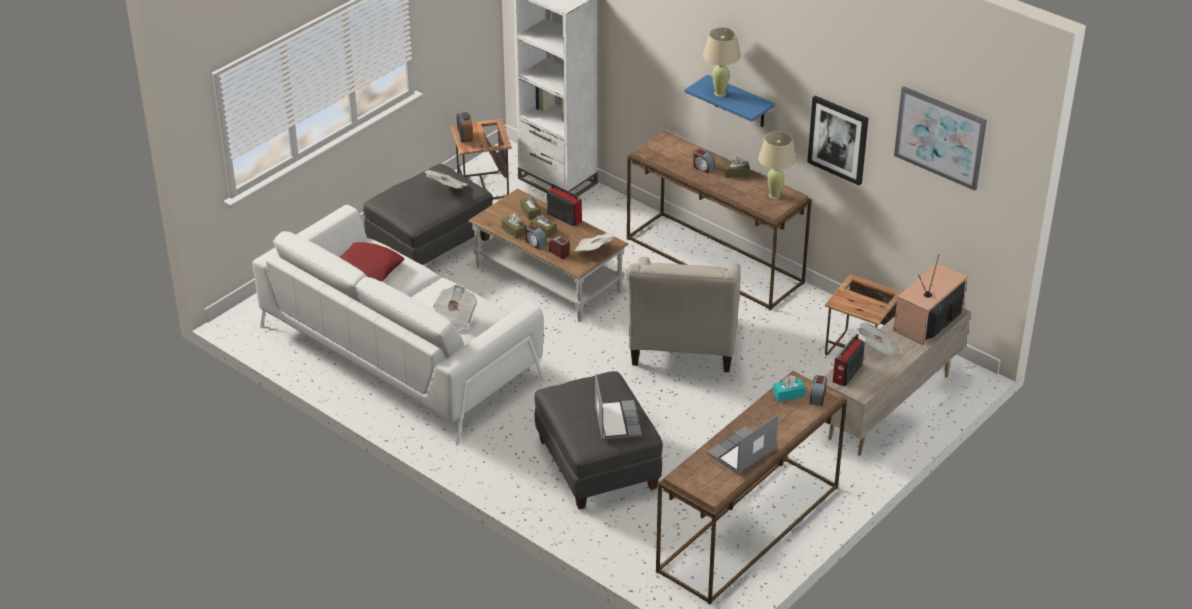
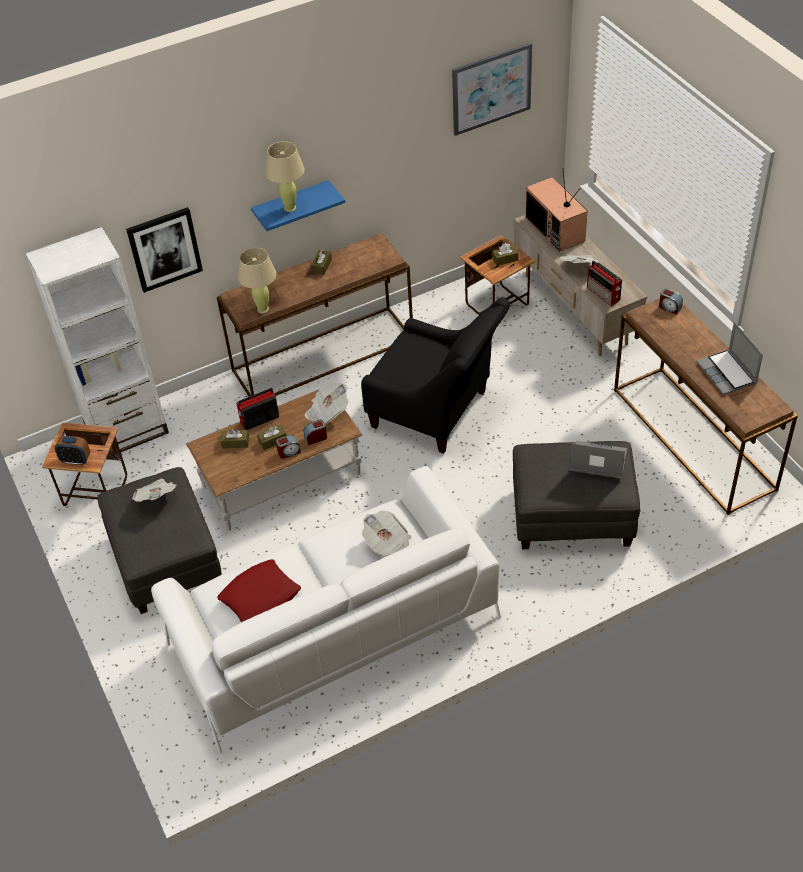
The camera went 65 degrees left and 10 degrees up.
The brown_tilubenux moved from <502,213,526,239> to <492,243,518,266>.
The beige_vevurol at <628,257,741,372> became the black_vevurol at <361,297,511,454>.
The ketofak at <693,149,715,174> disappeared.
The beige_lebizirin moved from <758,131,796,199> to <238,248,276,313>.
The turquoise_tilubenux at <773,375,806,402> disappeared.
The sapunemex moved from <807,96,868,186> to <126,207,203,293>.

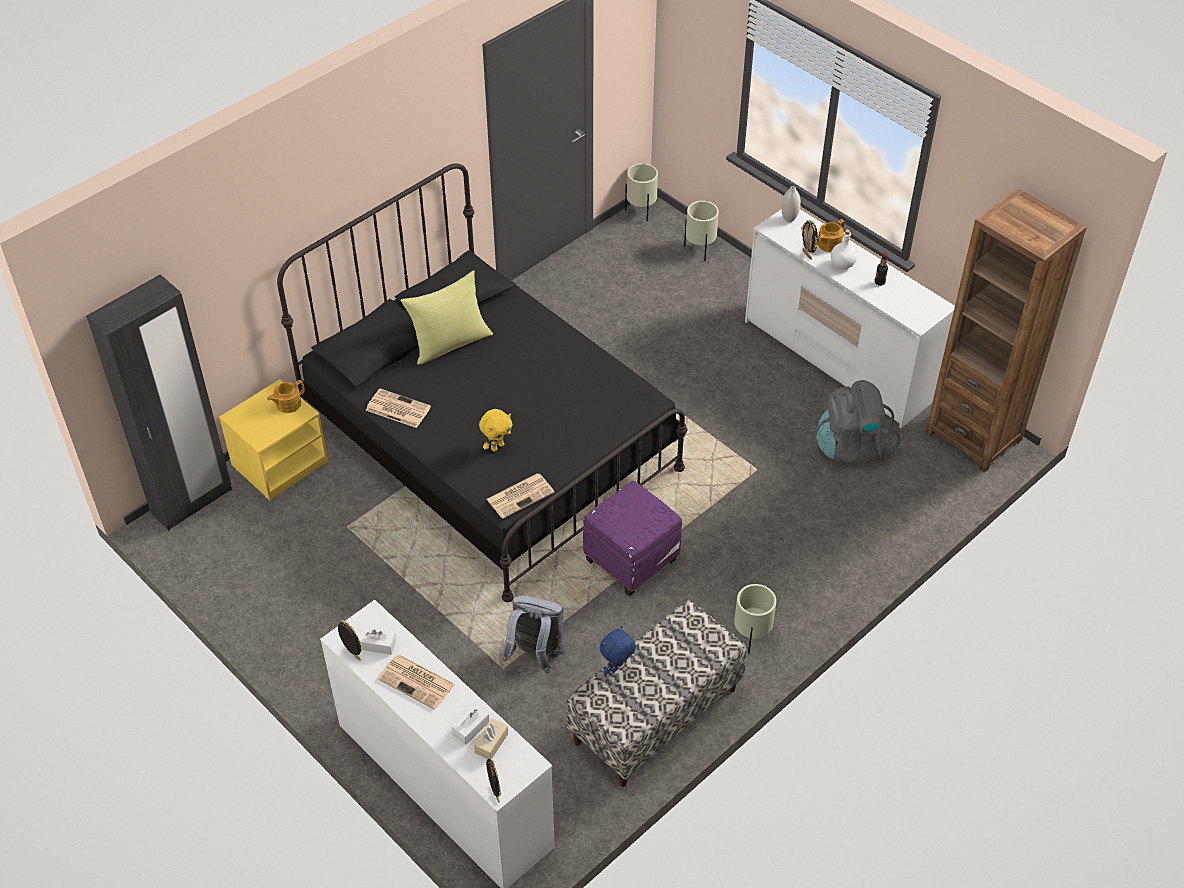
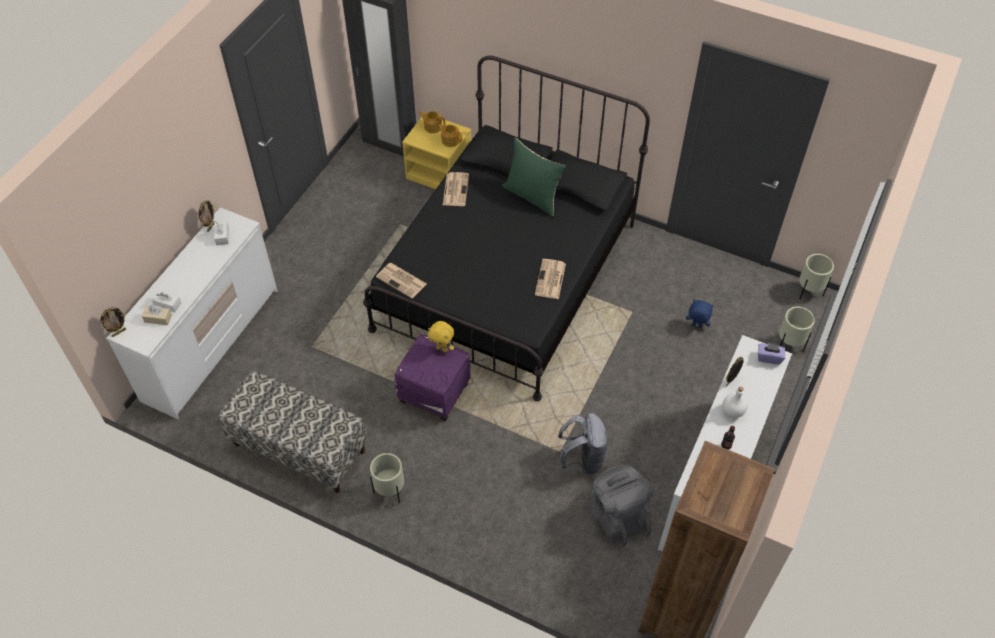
The camera went 70 degrees right and 5 degrees up.
The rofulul moved from <378,655,455,710> to <535,259,566,299>.
The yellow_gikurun at <400,270,493,365> became the green_gikurun at <502,138,566,217>.
The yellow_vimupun moved from <479,409,513,452> to <428,321,454,352>.
The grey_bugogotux moved from <502,596,564,673> to <558,413,608,474>.
The blue_vimupun moved from <600,626,636,674> to <686,299,713,328>.
The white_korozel at <781,186,801,222> was replaced by the purple_tilubenux at <758,343,785,365>.
The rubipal moved from <818,219,845,252> to <419,111,445,134>.

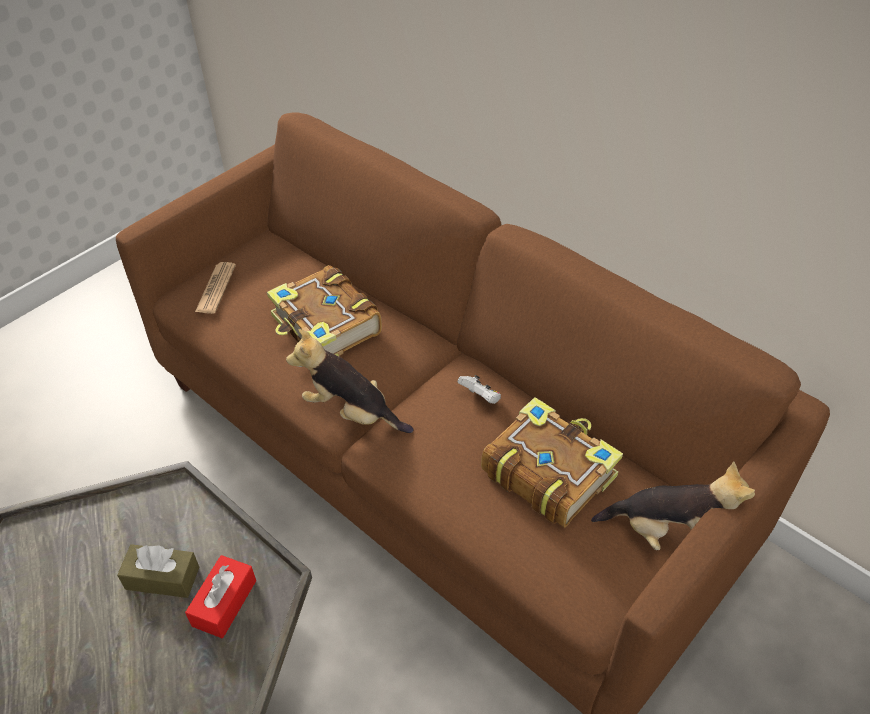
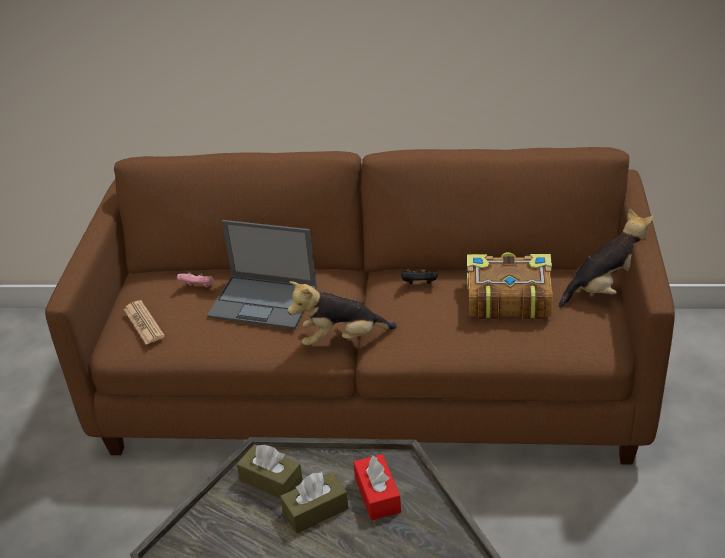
The camera went 35 degrees left and 10 degrees down.
The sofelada at <267,265,382,356> was replaced by the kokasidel at <207,220,317,329>.
The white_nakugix at <458,375,501,404> became the black_nakugix at <401,270,438,284>.
The pink_nakugix at <177,272,214,288> appeared.
The brown_tilubenux at <237,445,303,498> appeared.

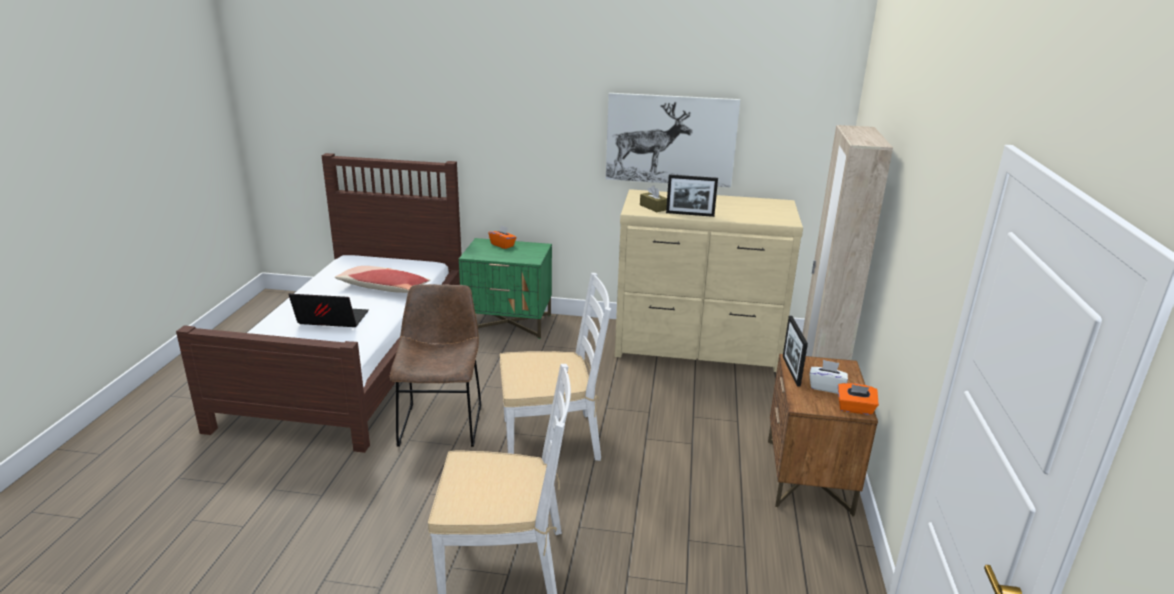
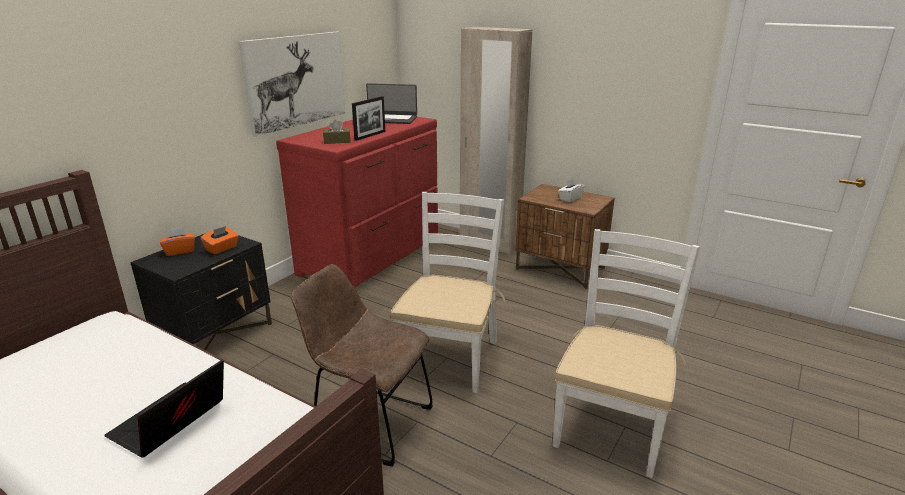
The camera went 65 degrees left and 0 degrees up.
The gikurun at <335,266,430,293> disappeared.
The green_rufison at <459,238,552,339> became the black_rufison at <130,234,272,351>.
The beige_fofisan at <615,189,803,372> became the red_fofisan at <276,117,438,286>.
The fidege at <783,316,808,387> disappeared.
The orange_tilubenux moved from <838,383,879,415> to <200,226,239,254>.
The kokasidel at <366,83,417,124> appeared.

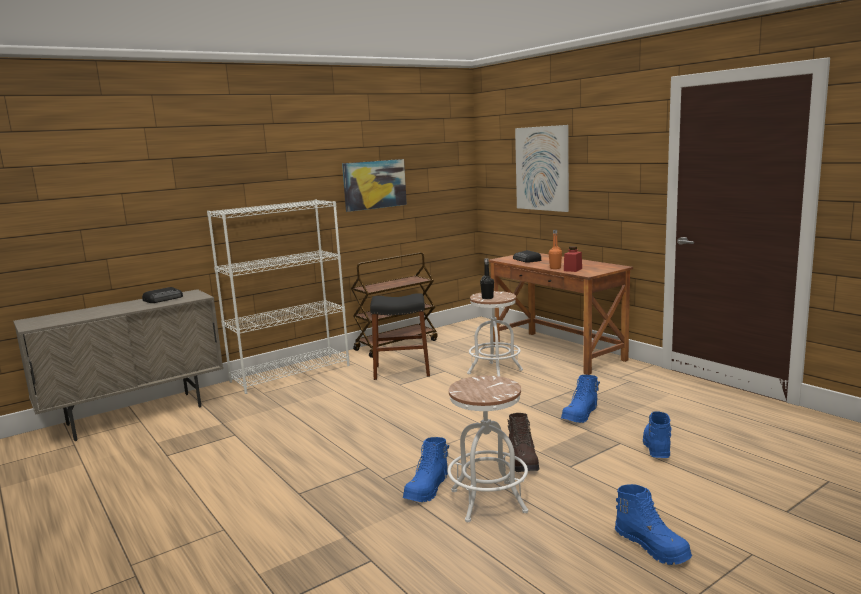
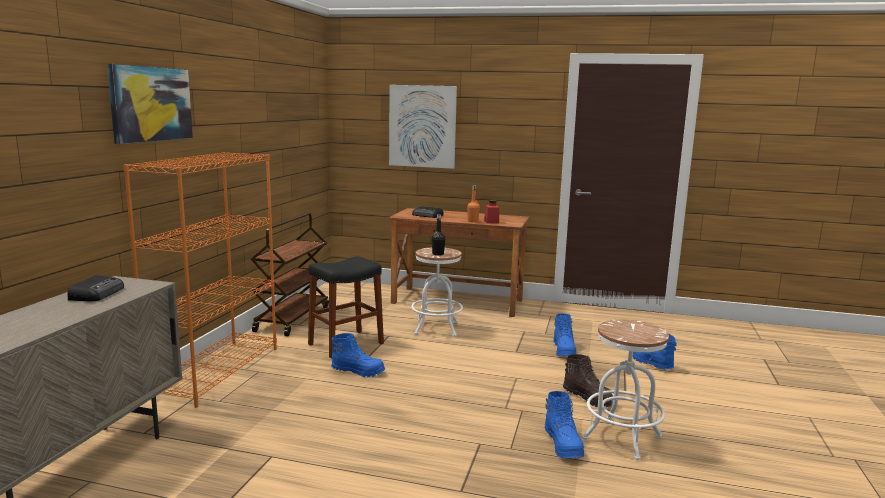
The camera went 40 degrees left and 0 degrees up.
The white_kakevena at <207,200,350,394> became the orange_kakevena at <123,152,277,408>.
The sapunemex moved from <342,159,407,212> to <107,64,193,144>.
The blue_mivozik moved from <615,484,692,565> to <331,333,385,377>.

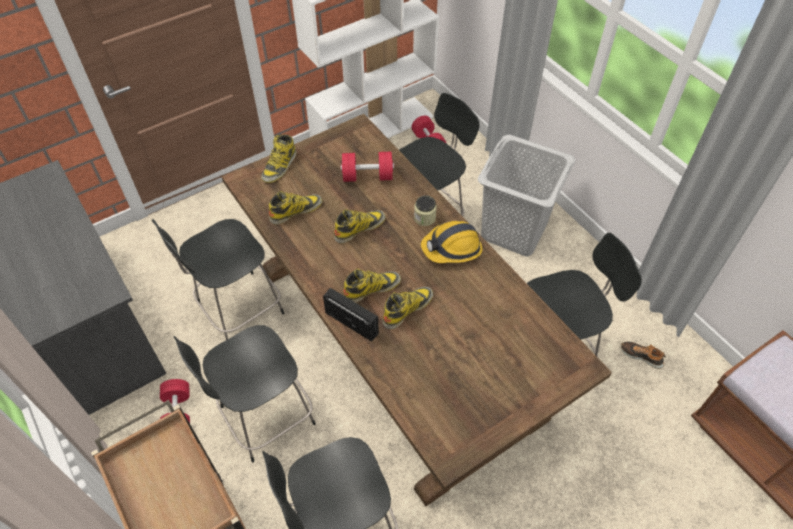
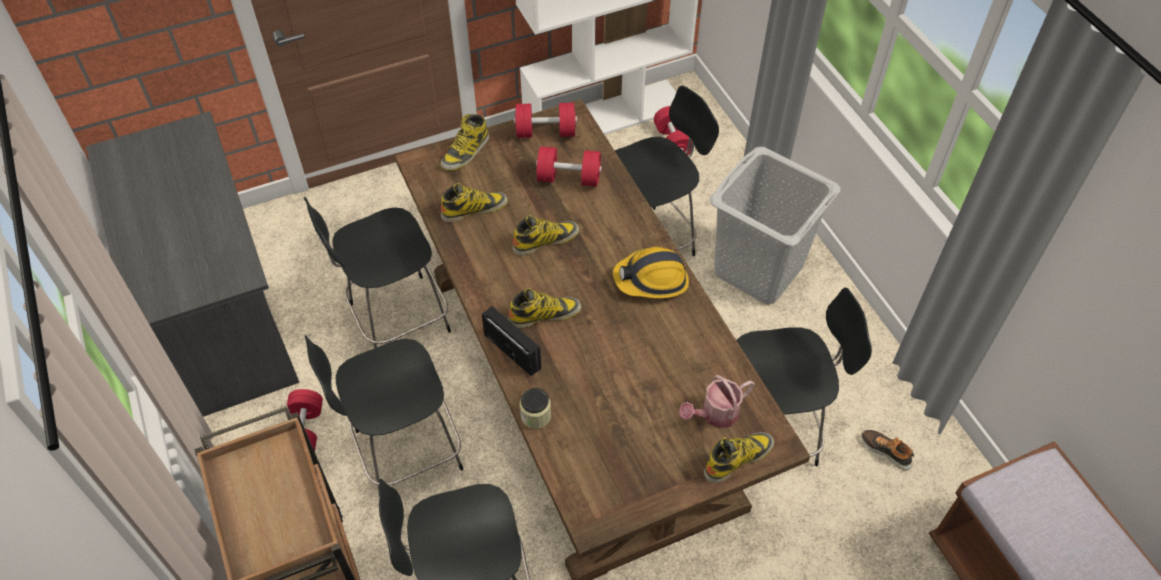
The camera went 10 degrees right and 0 degrees up.
The mivozik moved from <382,287,433,329> to <704,432,774,483>.
The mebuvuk moved from <414,195,437,226> to <520,388,551,429>.
The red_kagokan at <514,103,577,138> appeared.
The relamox at <679,375,755,428> appeared.

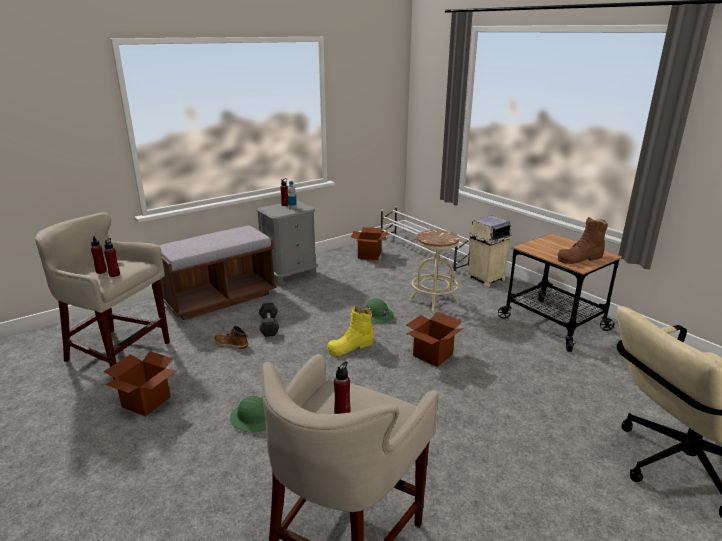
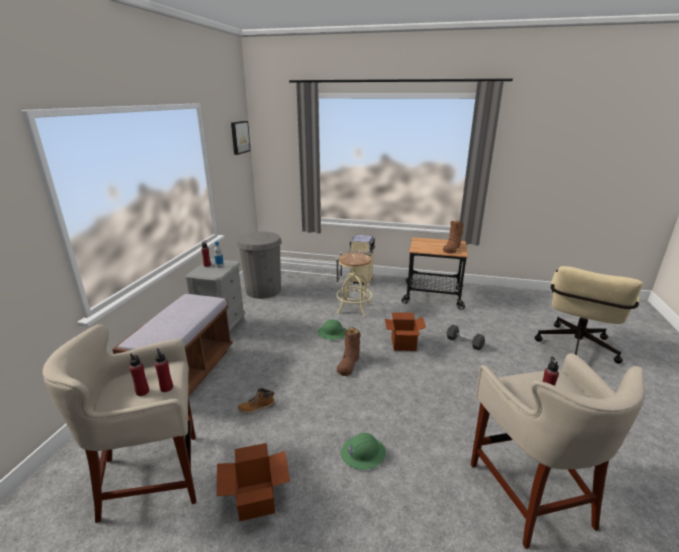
The camera went 40 degrees left and 0 degrees up.
The black_kagokan moved from <259,303,279,337> to <446,324,485,350>.
The yellow_mivozik at <327,307,374,356> became the brown_mivozik at <337,327,361,376>.
The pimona at <351,227,388,260> was replaced by the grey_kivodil at <237,232,282,299>.
The sapunemex at <231,121,251,155> appeared.

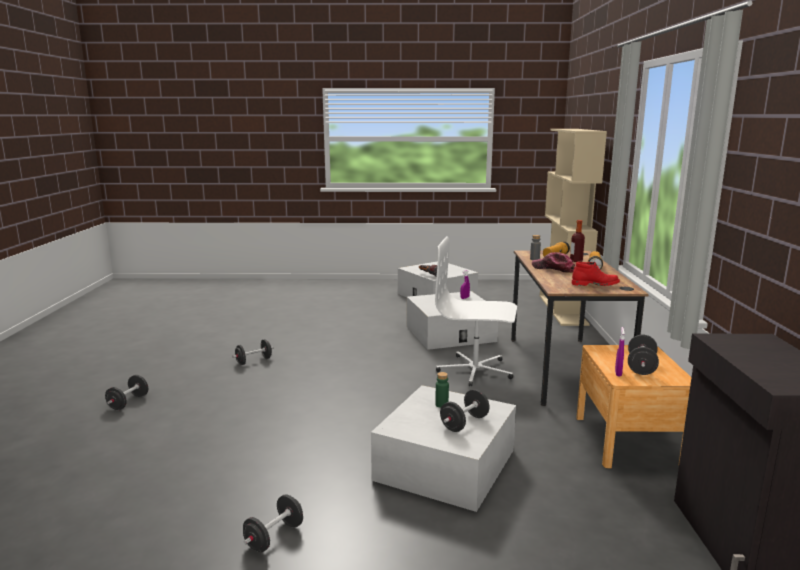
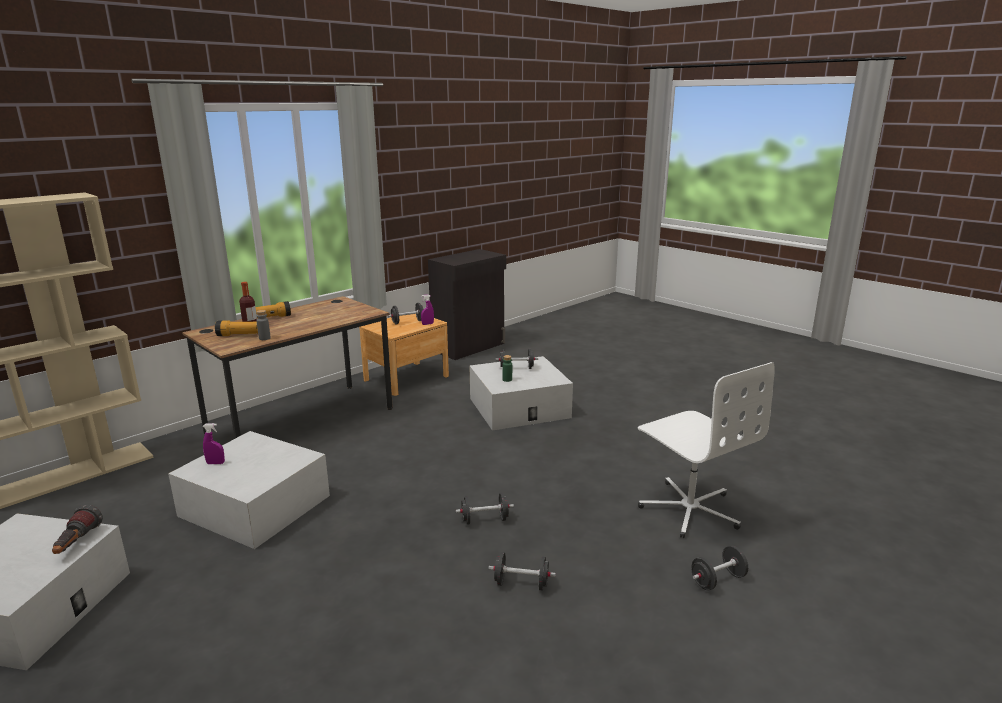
The camera went 135 degrees left and 5 degrees up.
The black_kagokan moved from <243,494,303,552> to <456,493,514,525>.
The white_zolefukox moved from <435,237,517,387> to <638,362,775,538>.
The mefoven at <532,252,575,273> disappeared.
The red_mivozik at <572,262,620,286> disappeared.

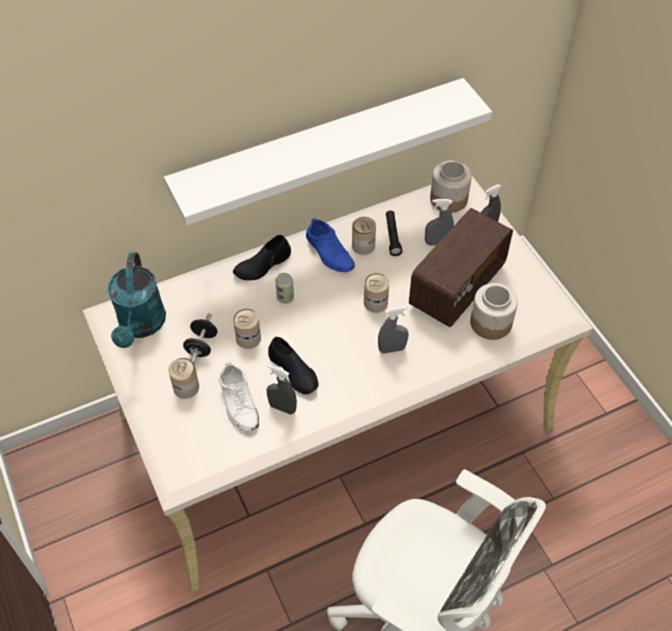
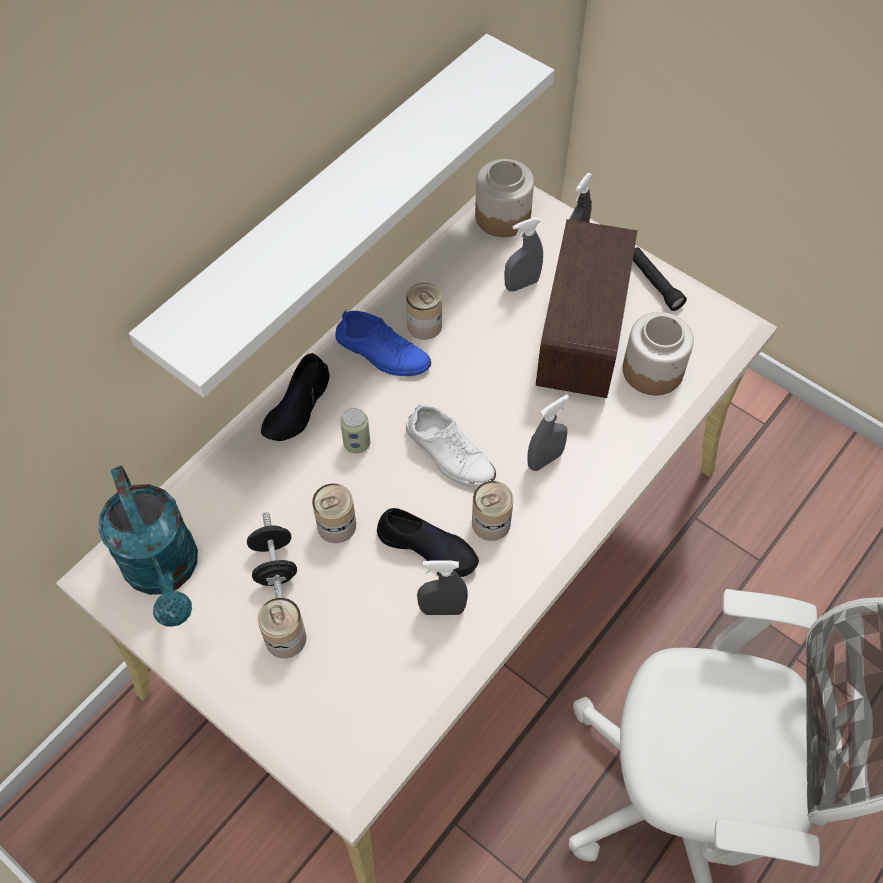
The camera went 25 degrees left and 5 degrees up.
The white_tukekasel moved from <219,362,259,432> to <406,403,496,487>.
The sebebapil moved from <364,273,389,313> to <472,481,514,541>.
The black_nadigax moved from <386,211,402,256> to <633,247,687,311>.

